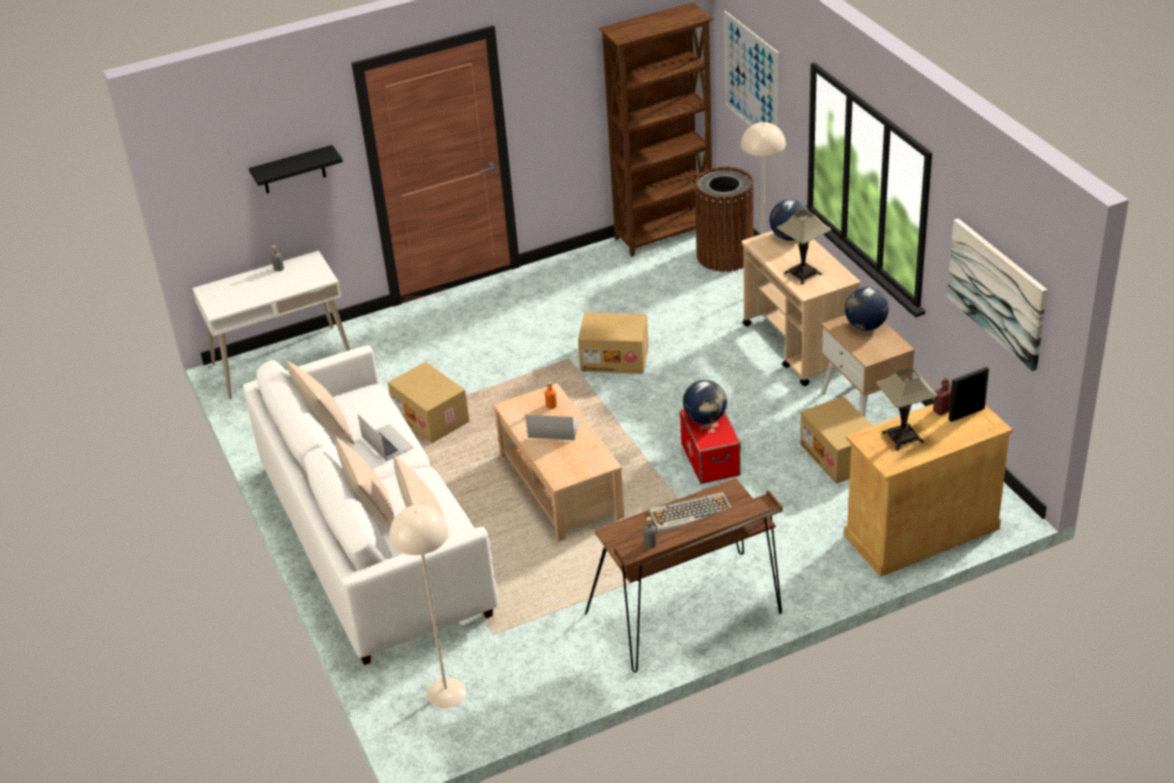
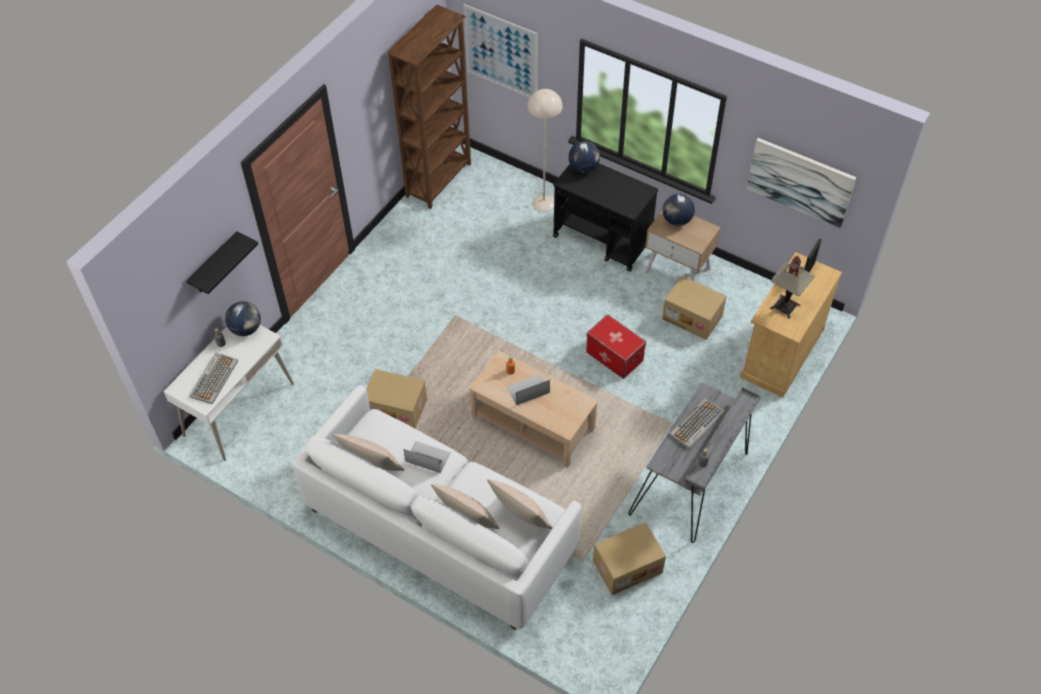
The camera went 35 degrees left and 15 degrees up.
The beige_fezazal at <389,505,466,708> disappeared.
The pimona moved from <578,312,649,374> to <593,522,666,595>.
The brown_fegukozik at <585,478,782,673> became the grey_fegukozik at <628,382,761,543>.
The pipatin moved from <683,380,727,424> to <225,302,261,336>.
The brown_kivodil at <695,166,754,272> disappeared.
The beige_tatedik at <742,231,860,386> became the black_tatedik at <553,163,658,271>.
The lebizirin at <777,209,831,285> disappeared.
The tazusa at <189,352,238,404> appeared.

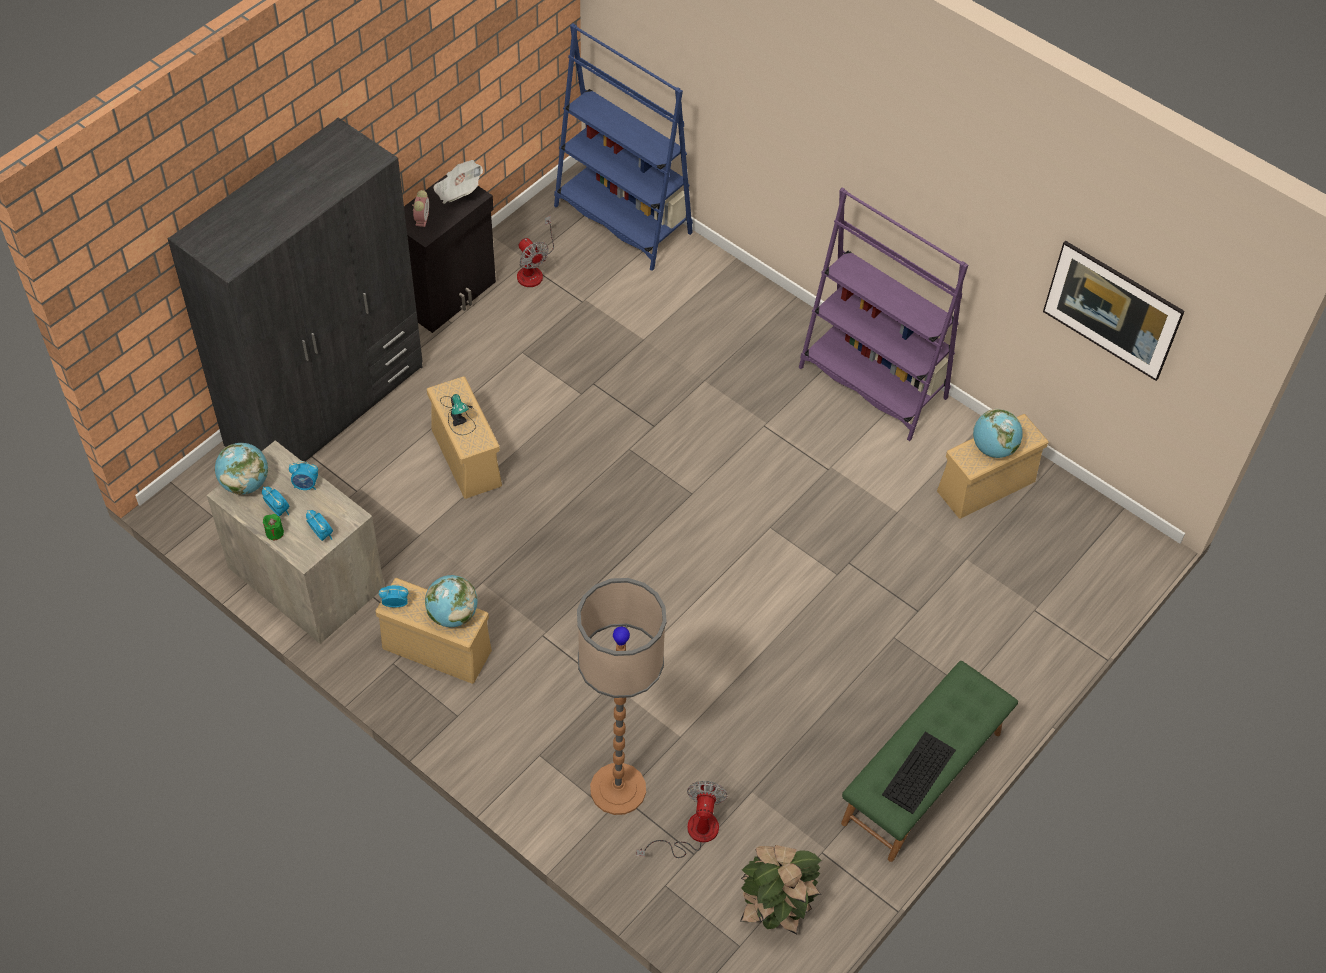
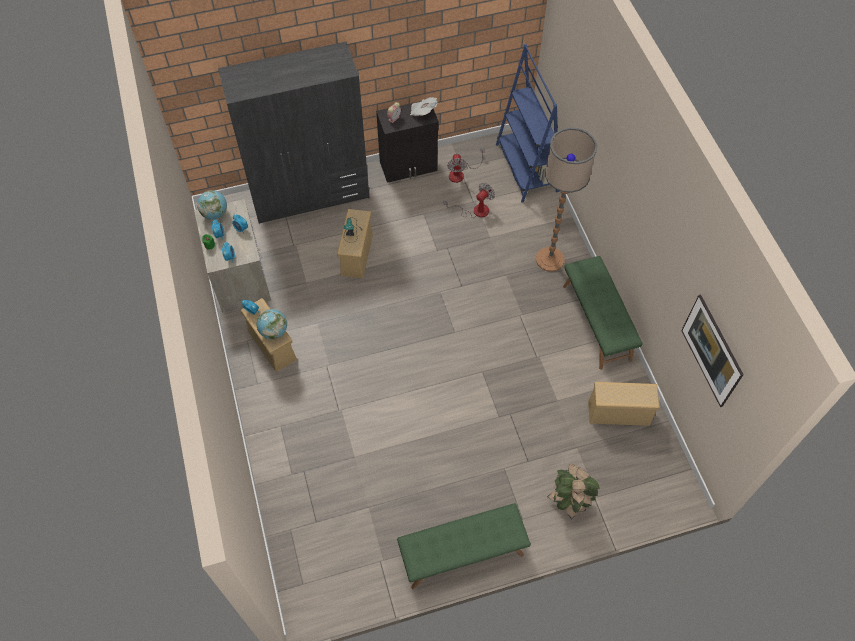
The camera went 35 degrees right and 5 degrees up.
The fezazal moved from <577,578,667,815> to <536,127,597,272>.
The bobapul moved from <636,781,728,858> to <444,183,495,218>.
The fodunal moved from <740,845,822,935> to <547,464,600,520>.
The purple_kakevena at <799,187,968,441> was replaced by the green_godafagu at <563,256,643,370>.
The tazusa at <882,732,956,814> disappeared.
The pipatin at <973,409,1023,458> disappeared.

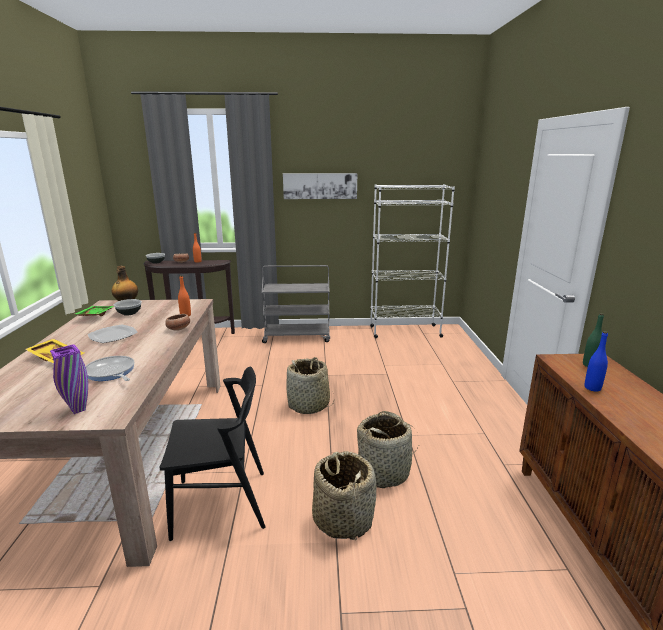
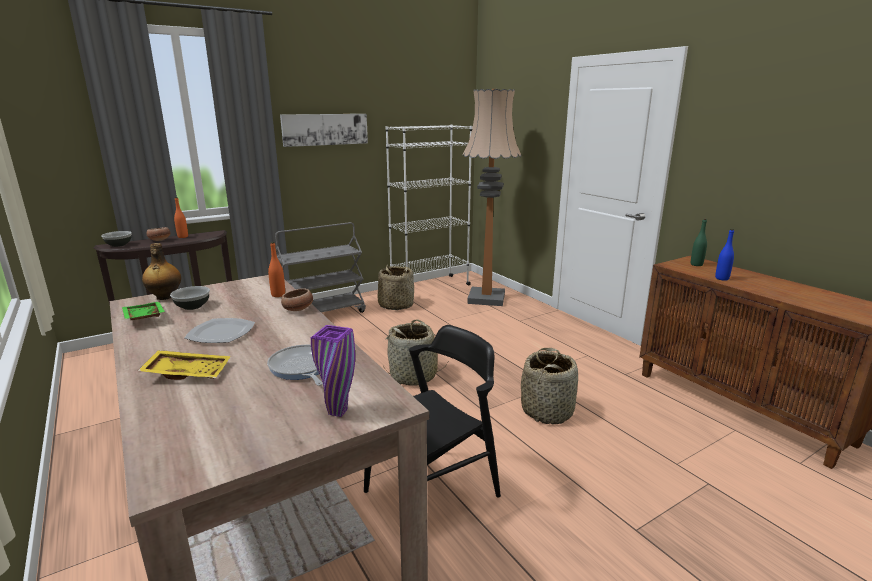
The camera went 30 degrees left and 0 degrees up.
The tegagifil at <85,356,135,381> turned 45 degrees clockwise.
The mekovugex moved from <312,451,376,540> to <378,265,414,310>.
The fezazal at <462,89,521,306> appeared.

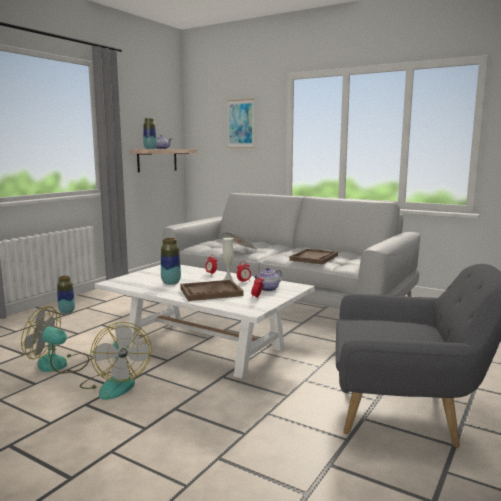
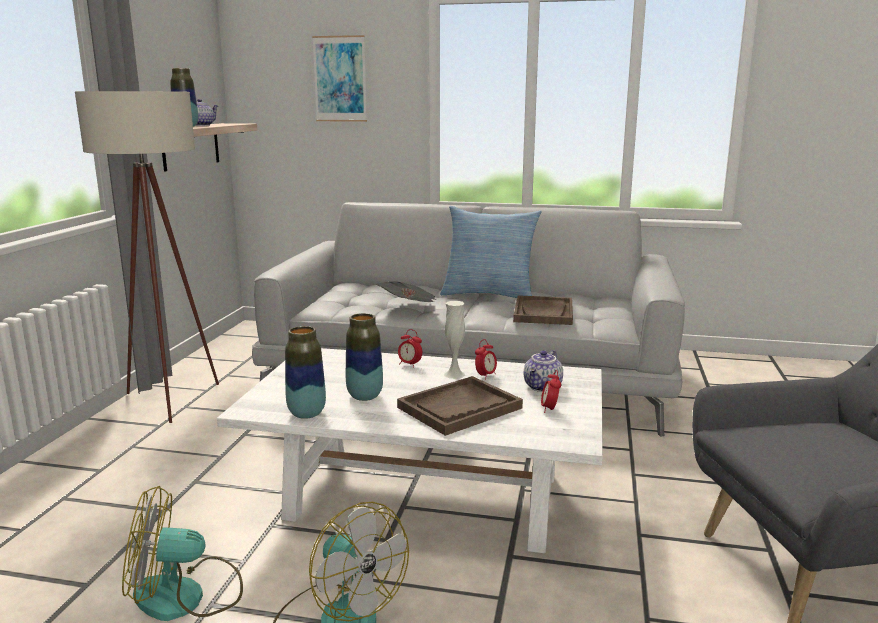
The camera went 20 degrees left and 5 degrees up.
The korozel moved from <57,276,75,314> to <285,326,326,419>.
The beige_fezazal at <75,91,219,423> appeared.
The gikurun at <440,206,542,298> appeared.

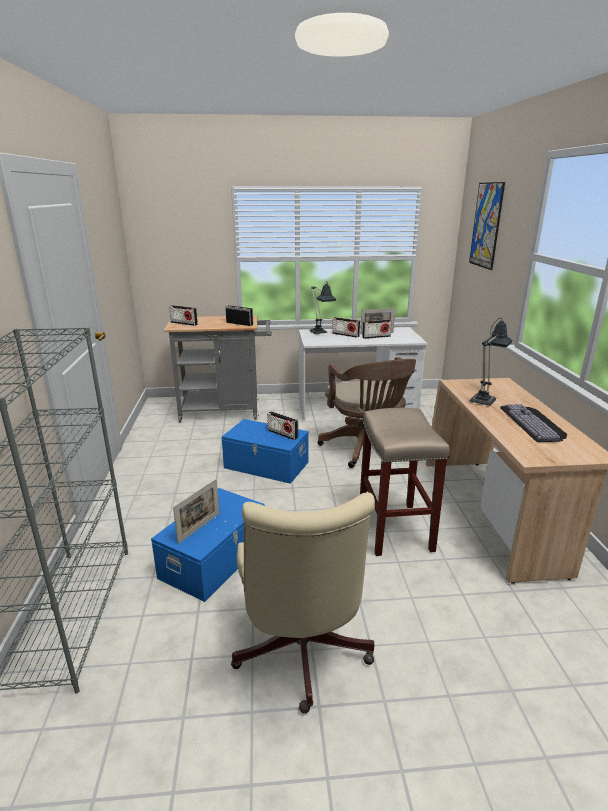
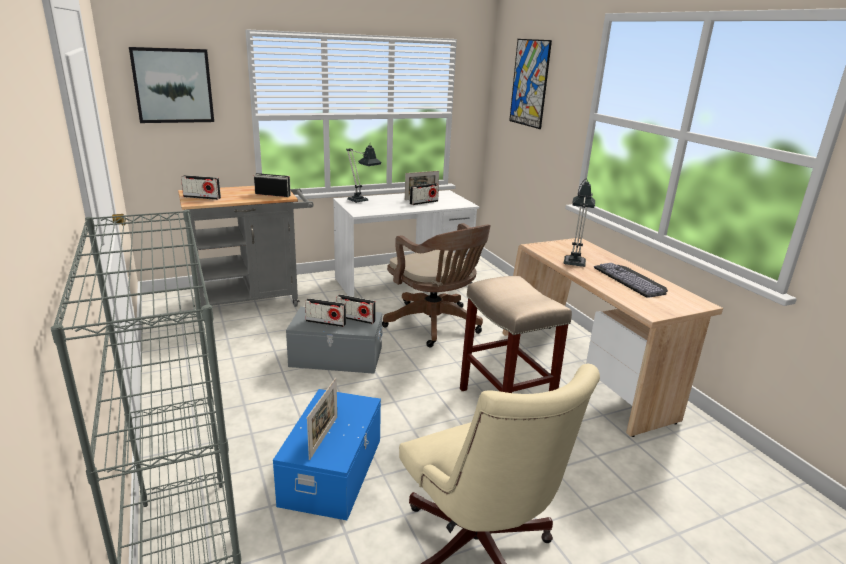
The camera went 20 degrees left and 0 degrees up.
The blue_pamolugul at <222,419,309,484> became the grey_pamolugul at <286,307,383,374>.
The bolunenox moved from <332,317,360,338> to <305,298,346,327>.
The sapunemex at <129,47,214,123> appeared.

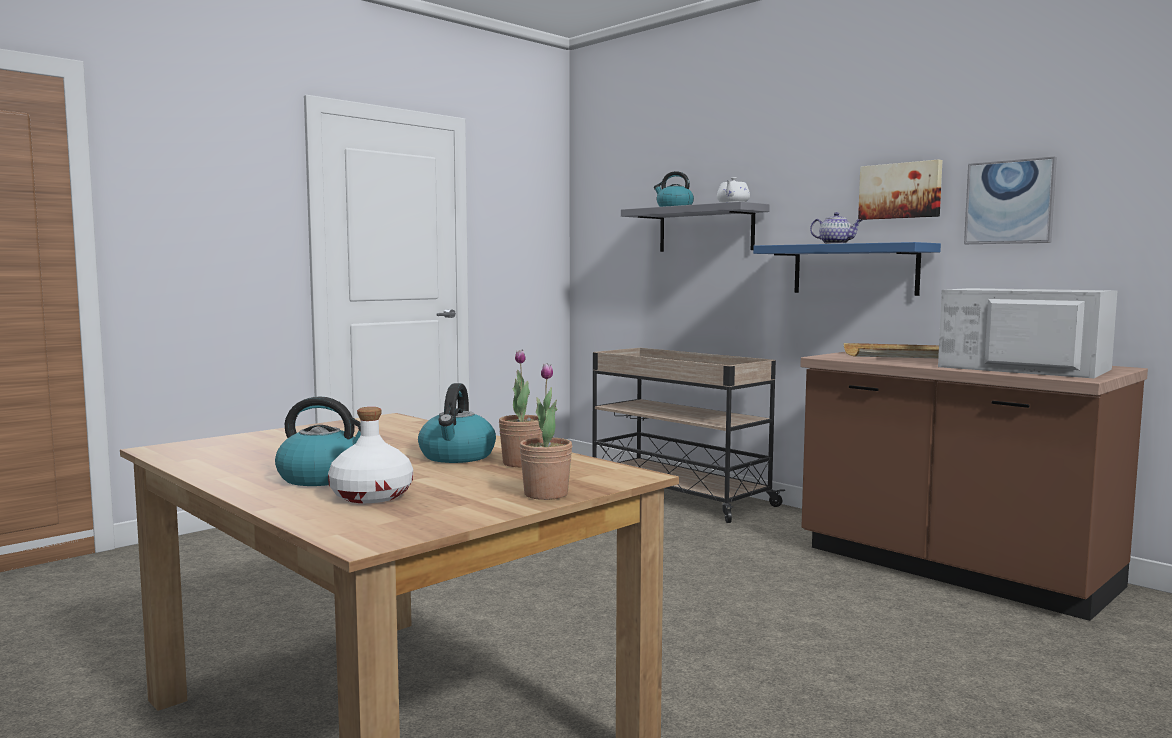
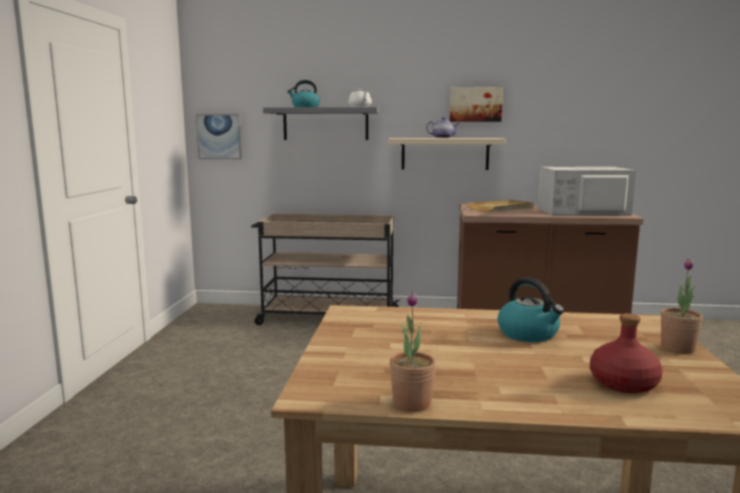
The camera went 40 degrees left and 5 degrees up.
The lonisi at <275,396,361,486> disappeared.
The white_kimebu at <328,407,413,503> became the red_kimebu at <590,313,663,393>.
The fodunal moved from <499,350,543,467> to <390,292,436,412>.
The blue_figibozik at <753,242,941,296> became the beige_figibozik at <388,138,506,170>.
The sapunemex moved from <964,156,1057,244> to <196,114,242,159>.

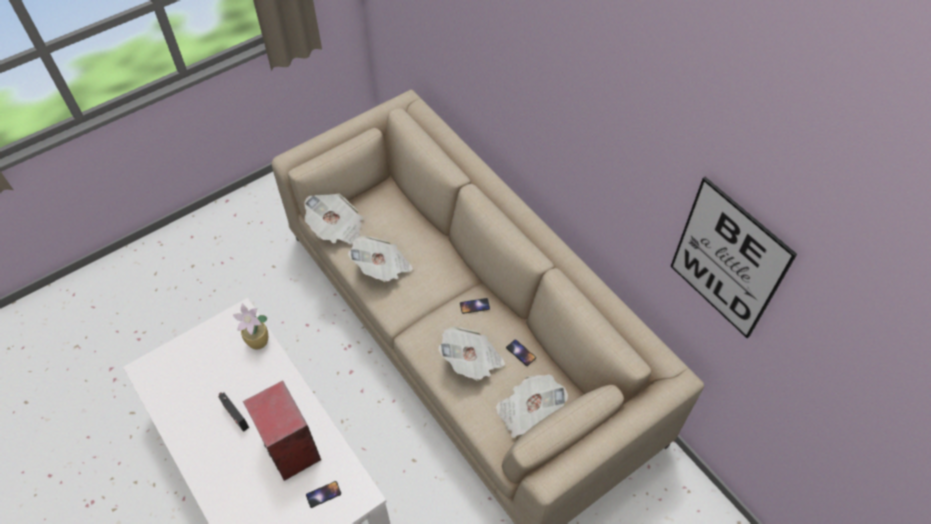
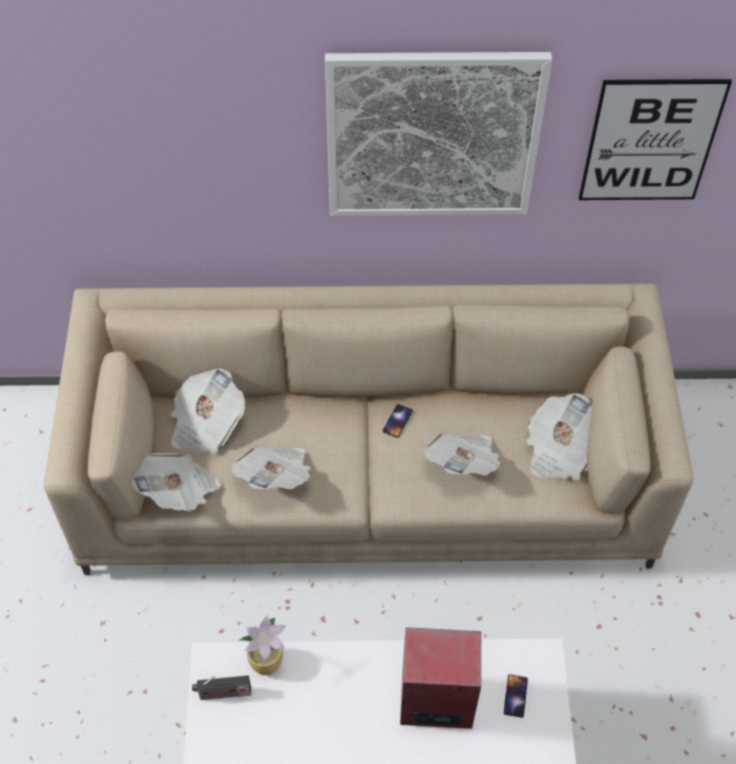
The camera went 55 degrees left and 0 degrees up.
The bolunenox moved from <218,392,249,432> to <192,675,251,700>.
The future at <506,339,536,366> disappeared.
The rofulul at <171,368,245,454> appeared.
The sapunemex at <325,52,552,216> appeared.

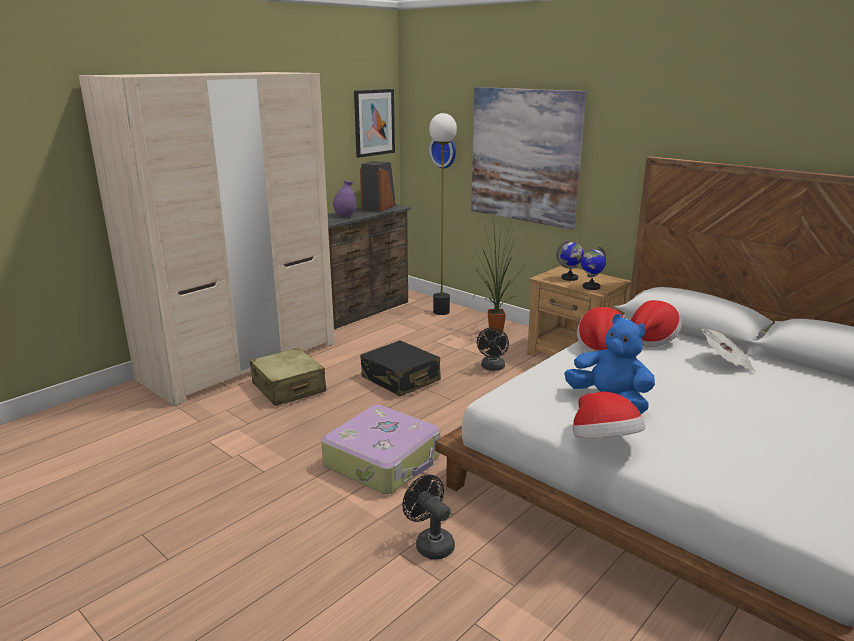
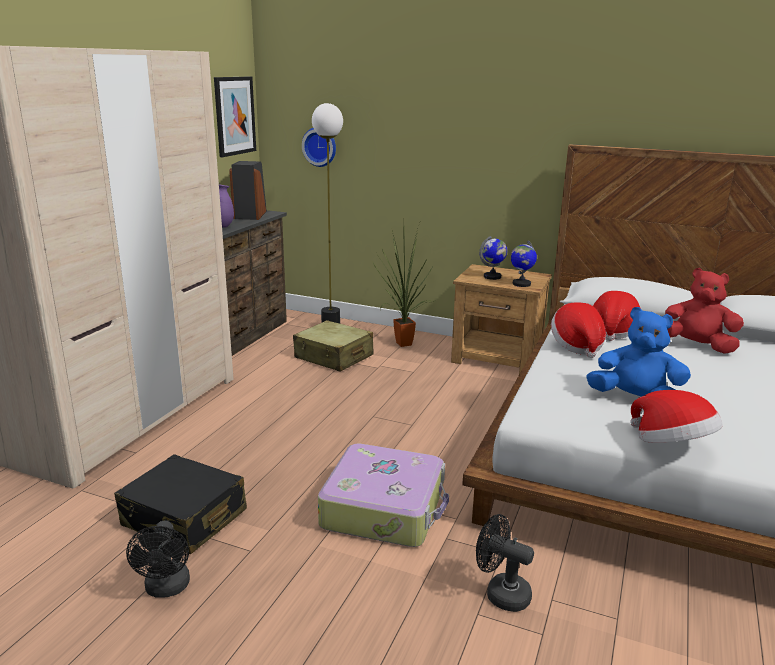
The camera went 20 degrees left and 0 degrees up.
The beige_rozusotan moved from <250,348,327,406> to <293,320,374,371>.
The black_rozusotan moved from <360,340,441,396> to <114,454,247,554>.
The sapunemex at <471,87,586,230> disappeared.
The black_bobapul moved from <477,327,509,371> to <126,521,190,598>.
The rofulul at <701,329,756,372> was replaced by the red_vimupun at <665,268,744,354>.

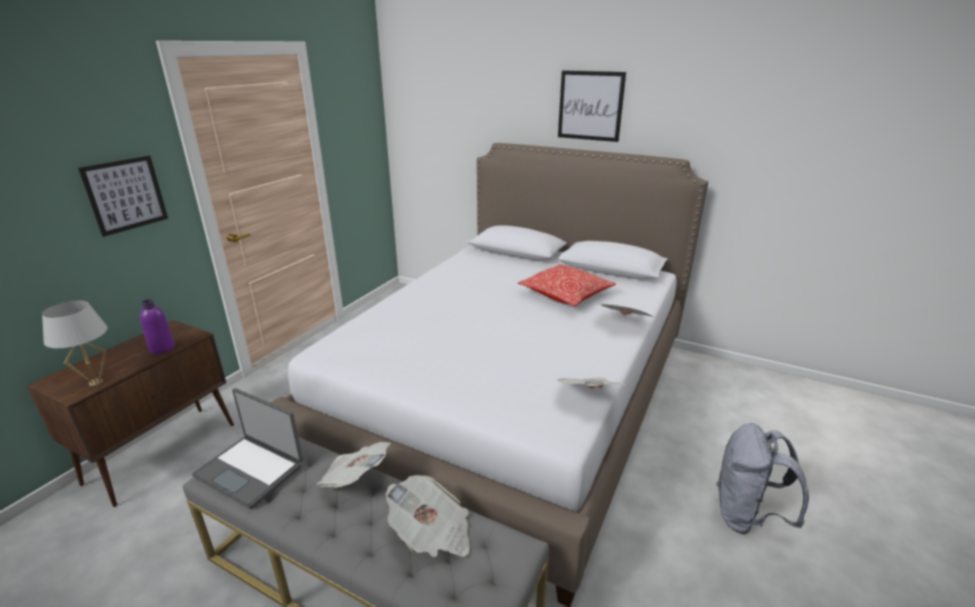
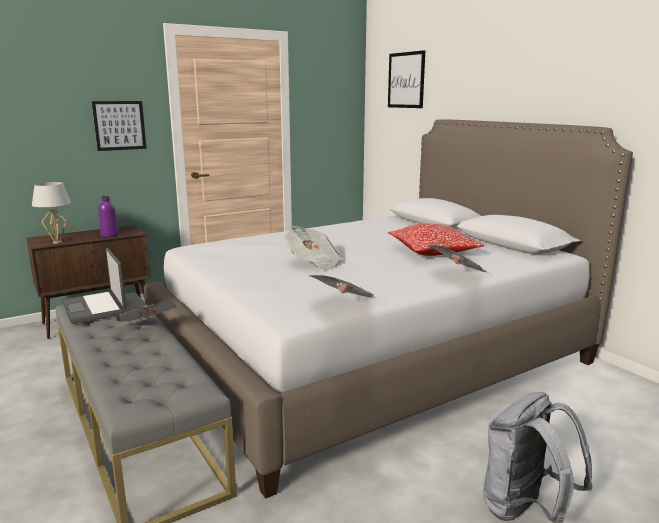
The camera went 30 degrees right and 10 degrees down.
The rofulul moved from <386,475,470,557> to <285,226,342,270>.
The sapunemex moved from <558,70,626,142> to <388,50,425,108>.

